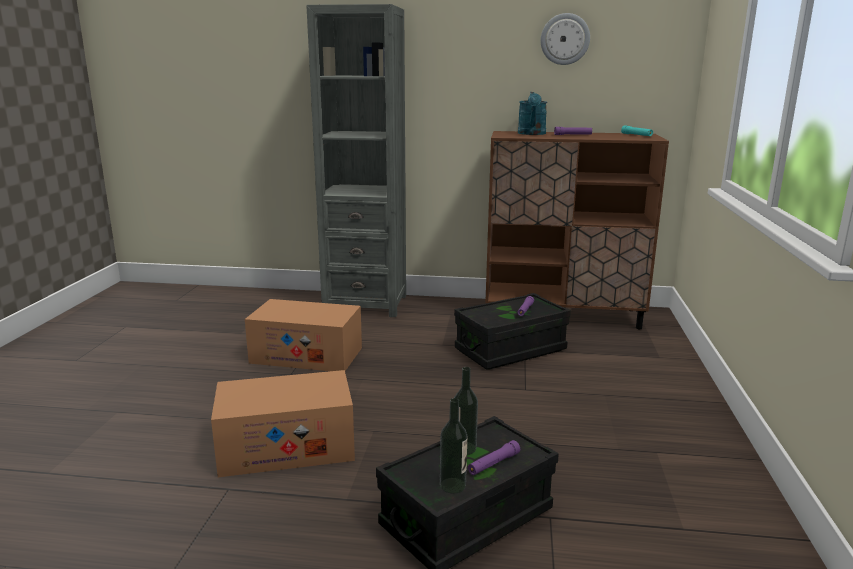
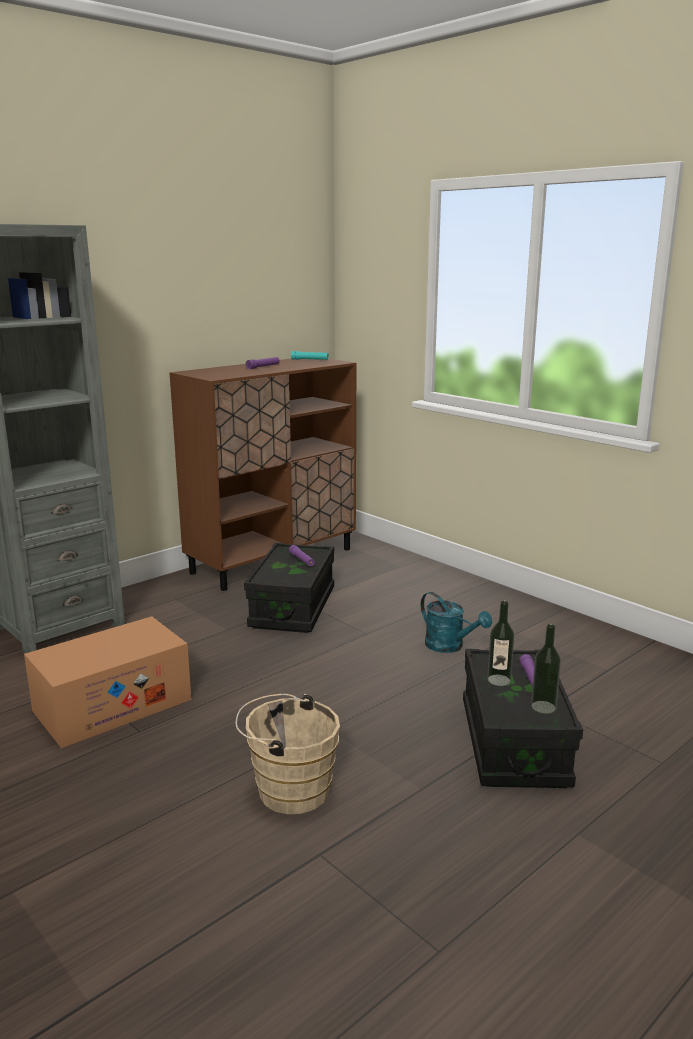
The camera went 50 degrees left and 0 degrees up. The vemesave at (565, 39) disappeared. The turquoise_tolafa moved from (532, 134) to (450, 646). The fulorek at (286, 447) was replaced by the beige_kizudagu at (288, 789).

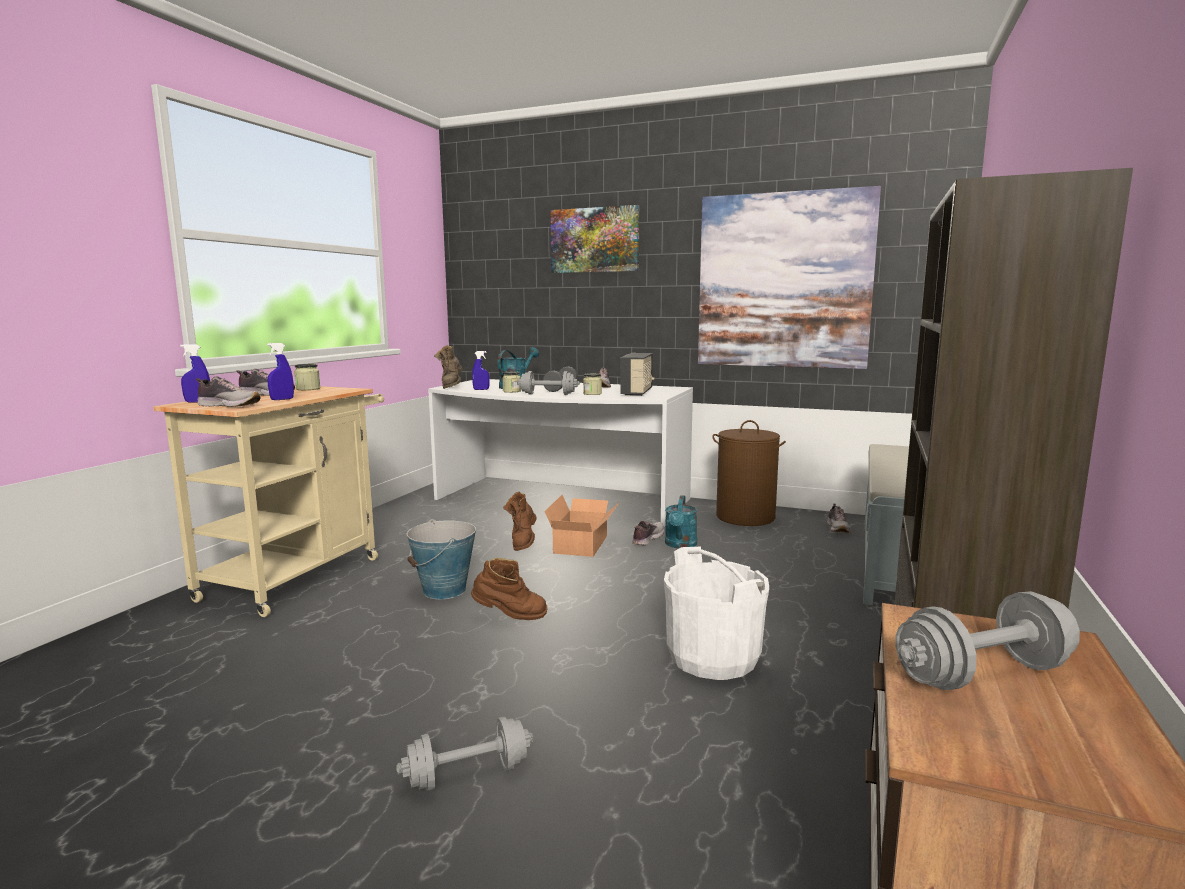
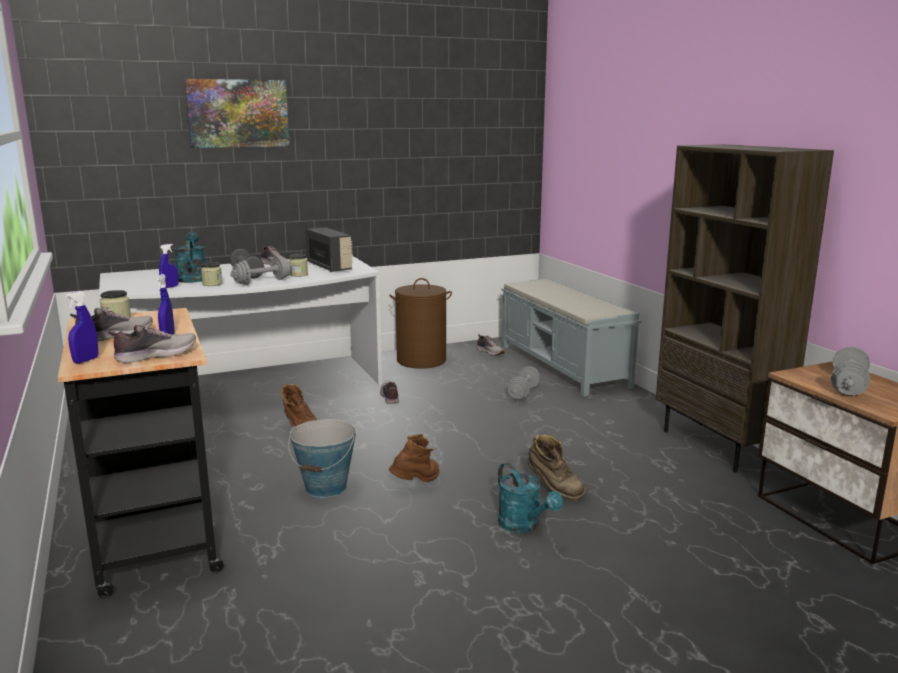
The camera went 45 degrees left and 5 degrees up. The fulorek at (584, 544) disappeared. The white_kizudagu at (713, 657) disappeared. The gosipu at (783, 281) disappeared. The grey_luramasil moved from (468, 774) to (523, 392). The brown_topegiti moved from (451, 386) to (553, 489). The turquoise_tolafa moved from (680, 545) to (524, 526). The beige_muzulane at (299, 574) became the black_muzulane at (154, 531).

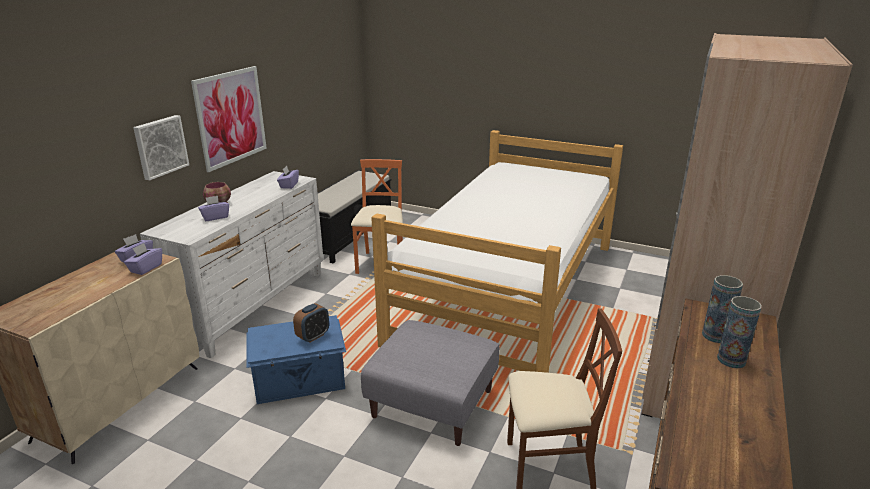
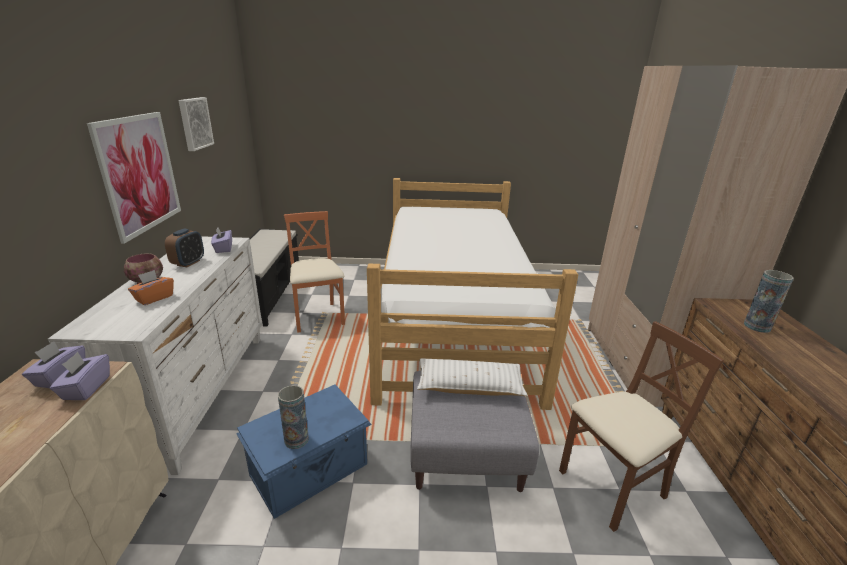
The camera went 25 degrees left and 0 degrees up. The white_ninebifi at (469, 386) appeared. The gosipu moved from (160, 146) to (194, 123). The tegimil moved from (313, 336) to (188, 263). The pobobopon moved from (731, 360) to (296, 440). The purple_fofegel at (215, 217) became the orange_fofegel at (154, 298).

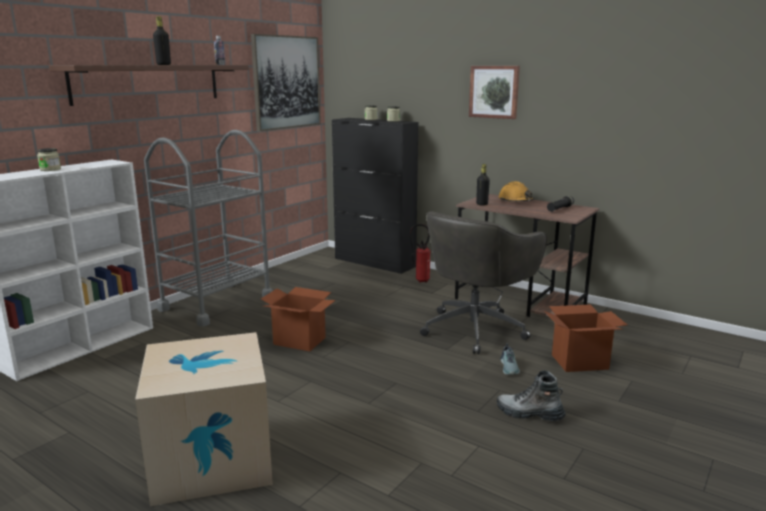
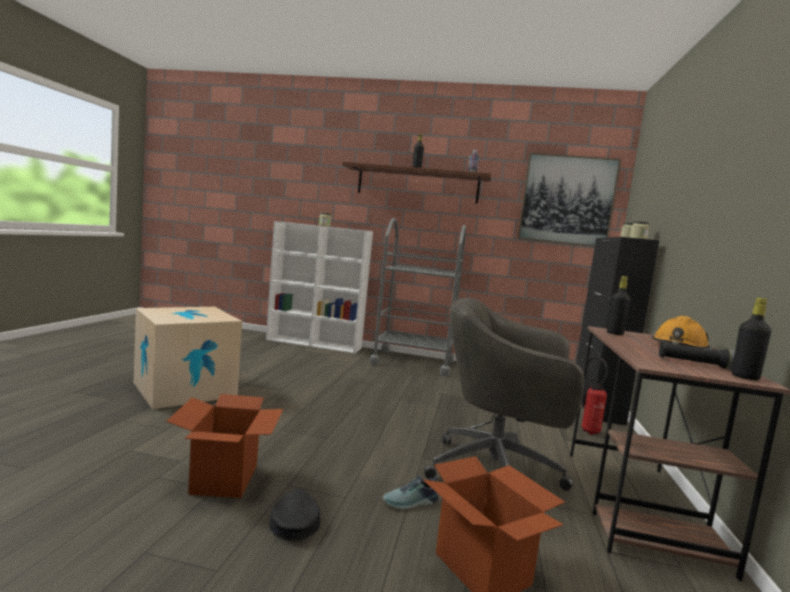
The camera went 65 degrees right and 10 degrees down. The gosipu at (494, 92) disappeared. The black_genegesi at (745, 377) appeared. The fulorek moved from (300, 341) to (224, 479). The topegiti at (529, 414) was replaced by the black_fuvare at (294, 521).

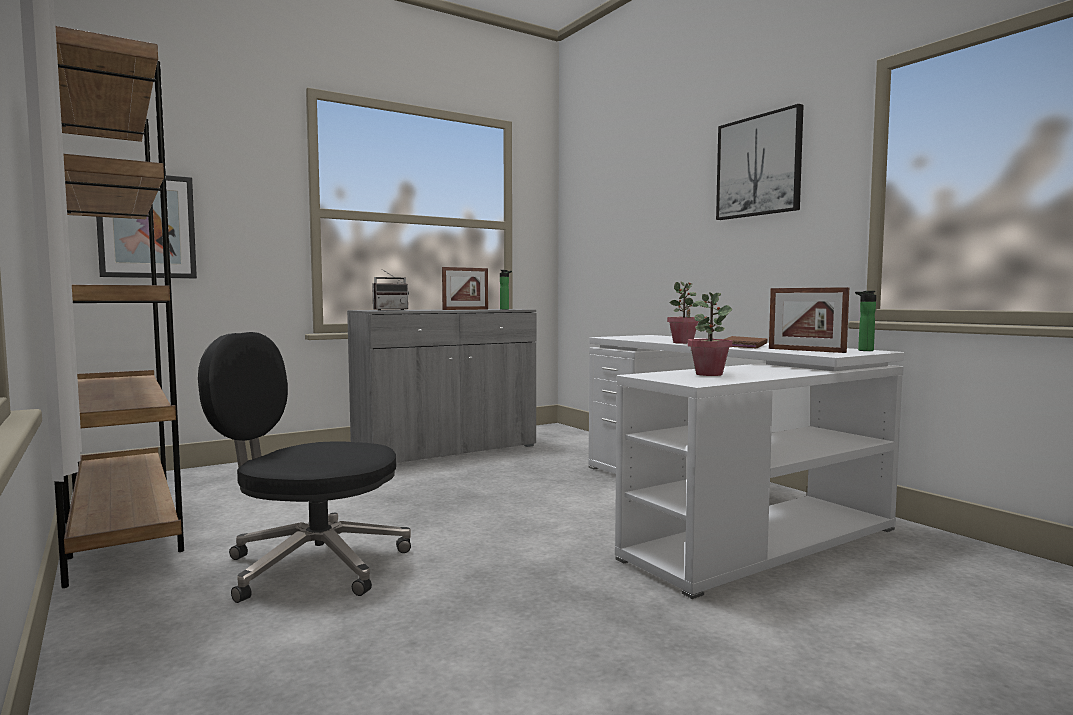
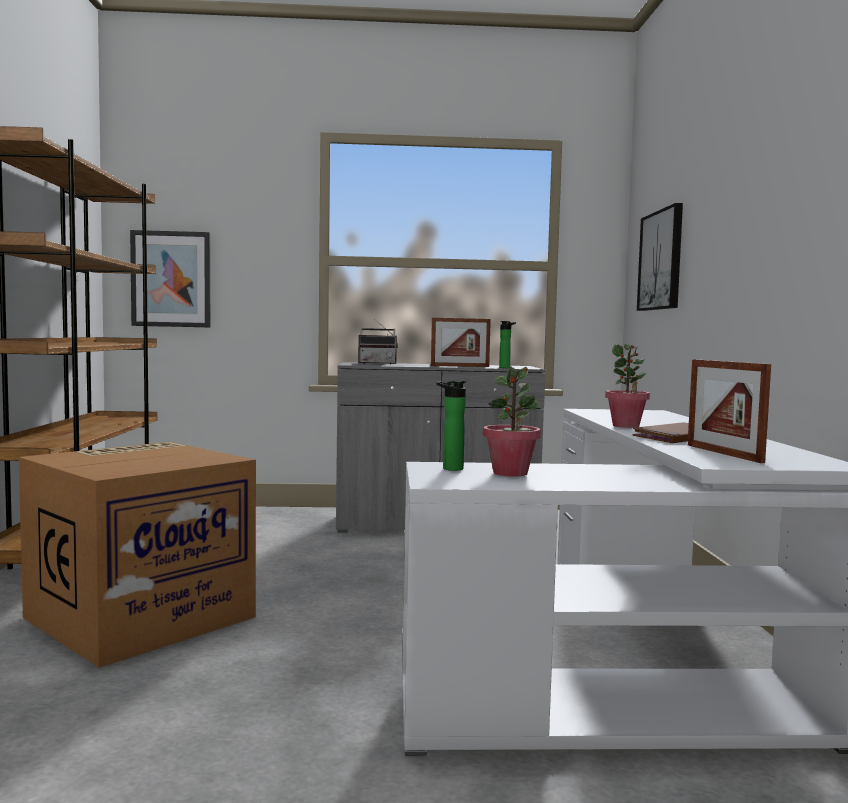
The camera went 30 degrees right and 0 degrees up. The gosipu moved from (759, 166) to (661, 260). The genegesi moved from (863, 350) to (449, 468). The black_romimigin at (312, 565) was replaced by the fulorek at (141, 616).

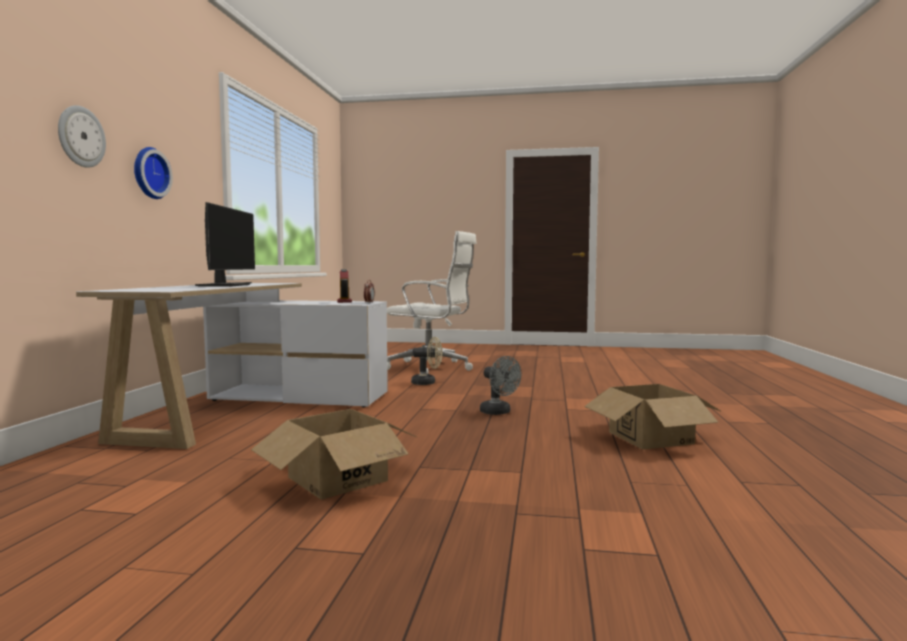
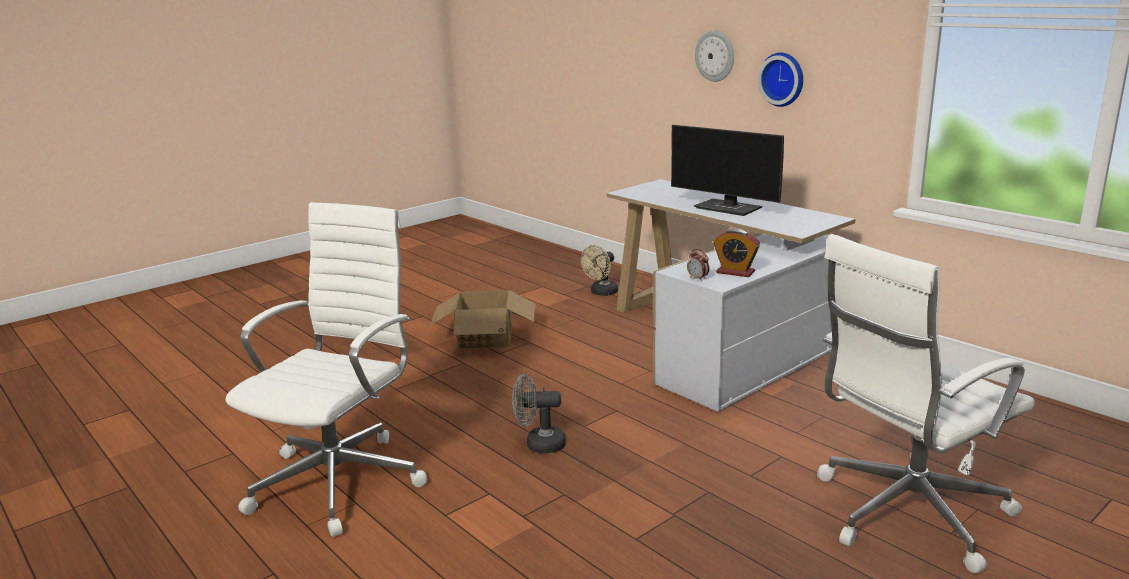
The camera went 130 degrees right and 15 degrees up. The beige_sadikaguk moved from (427, 383) to (601, 293). The fulorek at (650, 437) was replaced by the white_romimigin at (341, 480).

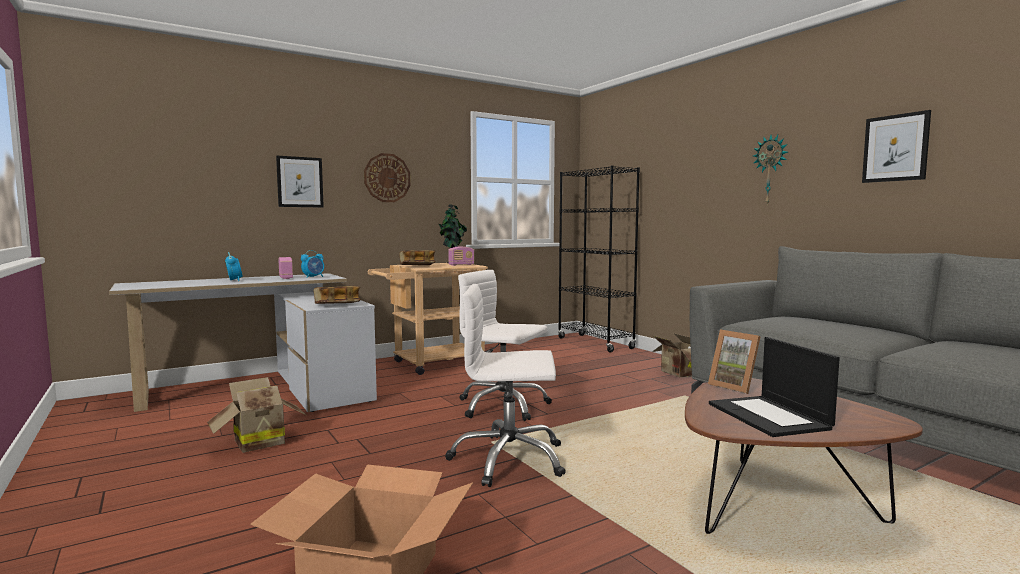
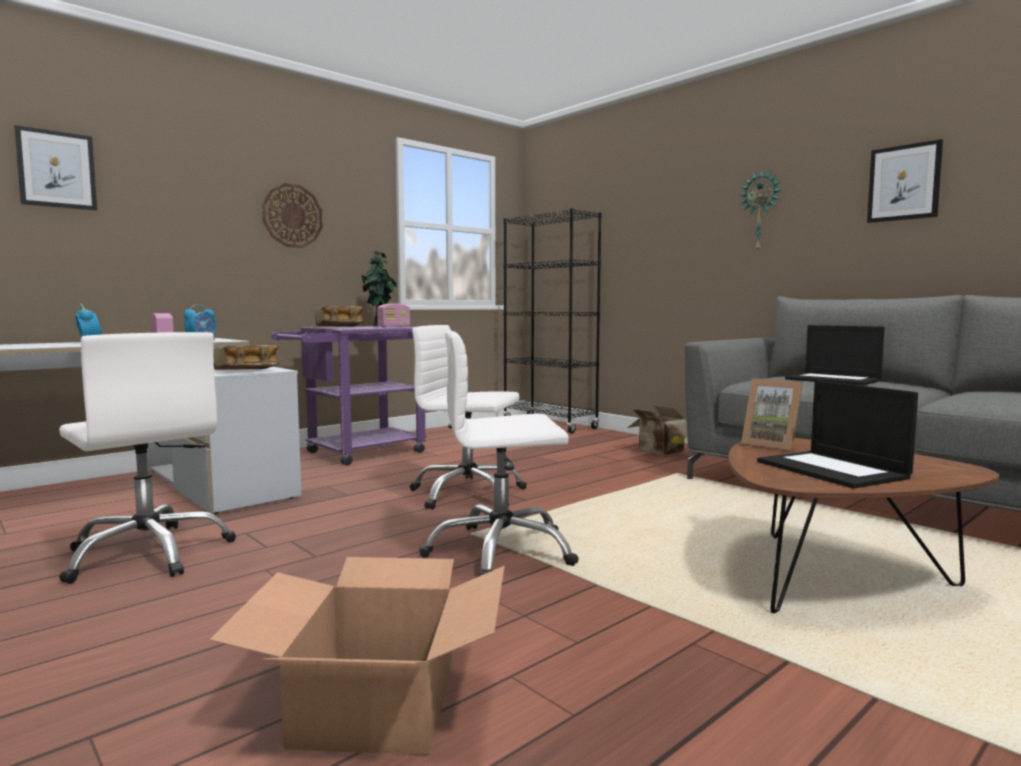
The camera went 10 degrees left and 0 degrees up. The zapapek at (834, 380) appeared. The gosipu moved from (300, 182) to (56, 169). The fulorek at (257, 442) was replaced by the white_romimigin at (149, 553). The beige_muzulane at (431, 364) became the purple_muzulane at (356, 454).

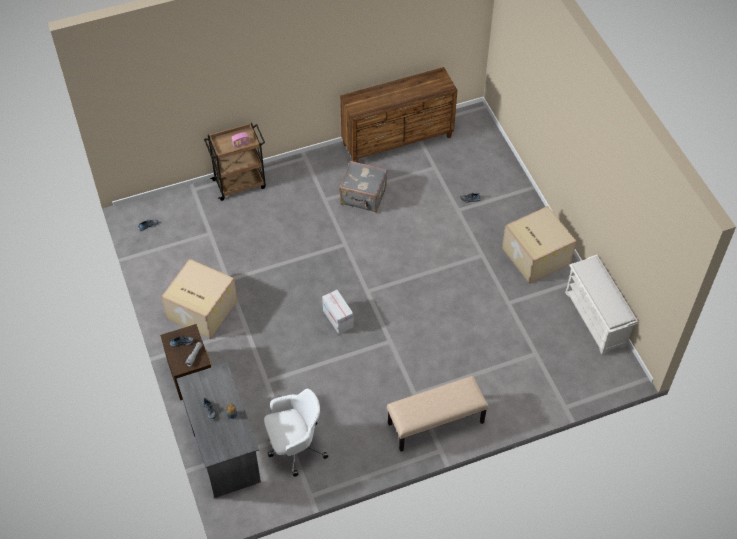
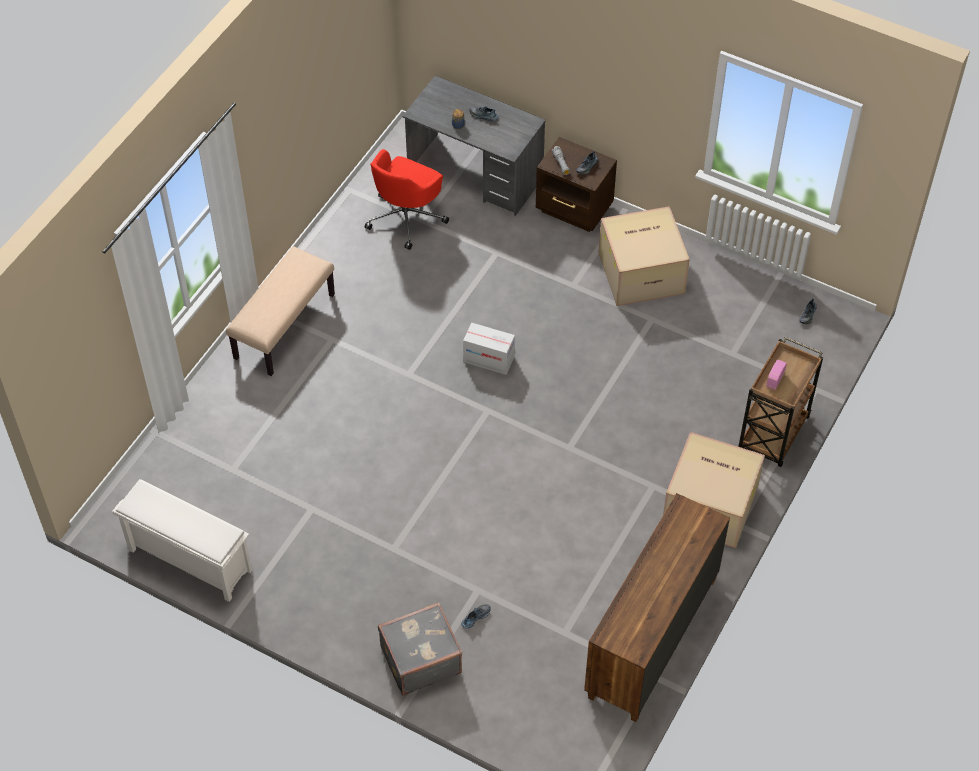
The camera went 140 degrees right and 0 degrees up. The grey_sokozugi moved from (363, 196) to (420, 659). The fulorek moved from (535, 255) to (711, 504). The white_romimigin at (294, 446) became the red_romimigin at (406, 217).

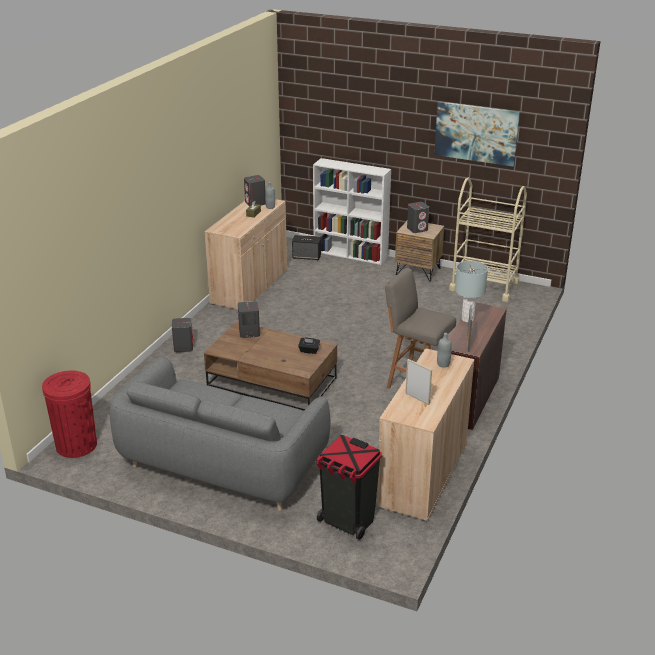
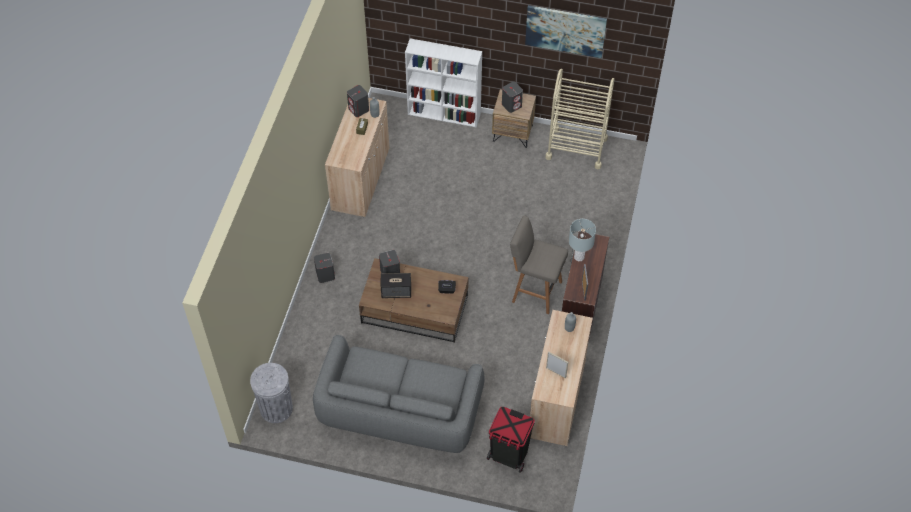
The camera went 10 degrees left and 25 degrees up. The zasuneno moved from (307, 257) to (396, 291). The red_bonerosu at (76, 445) became the grey_bonerosu at (276, 408).

